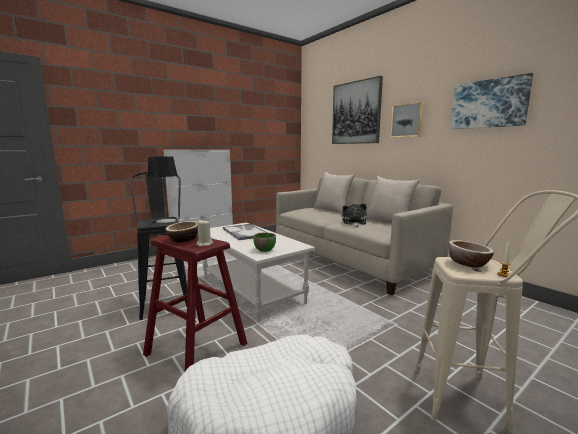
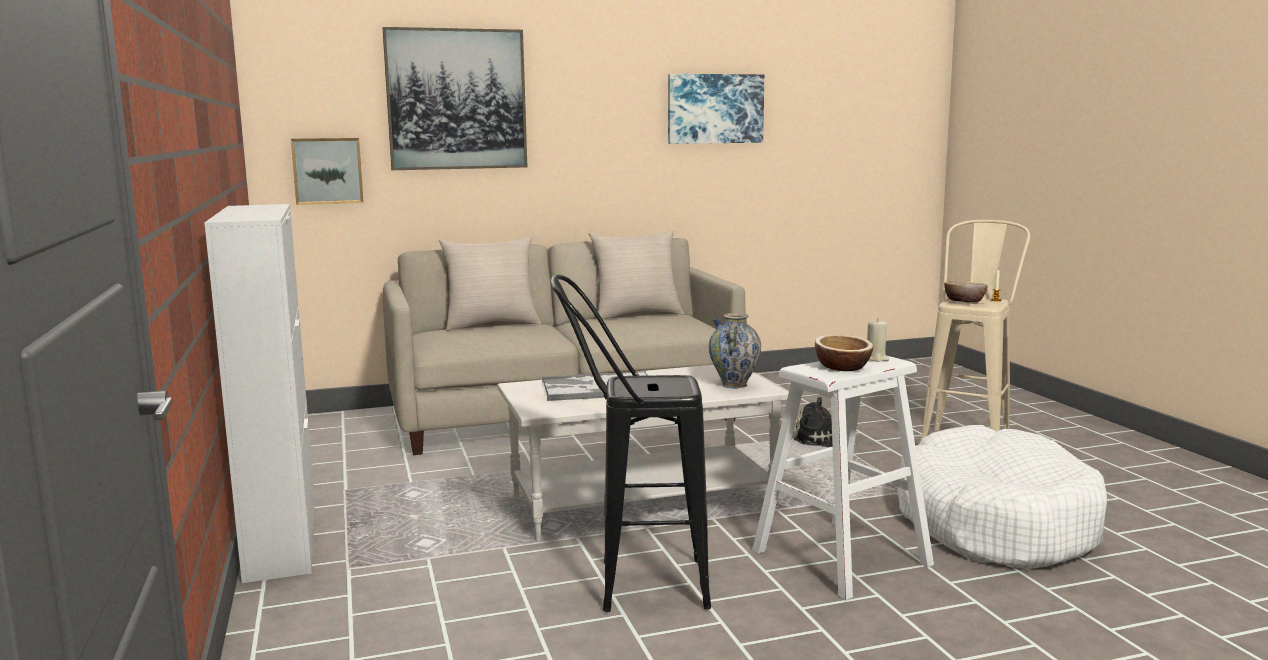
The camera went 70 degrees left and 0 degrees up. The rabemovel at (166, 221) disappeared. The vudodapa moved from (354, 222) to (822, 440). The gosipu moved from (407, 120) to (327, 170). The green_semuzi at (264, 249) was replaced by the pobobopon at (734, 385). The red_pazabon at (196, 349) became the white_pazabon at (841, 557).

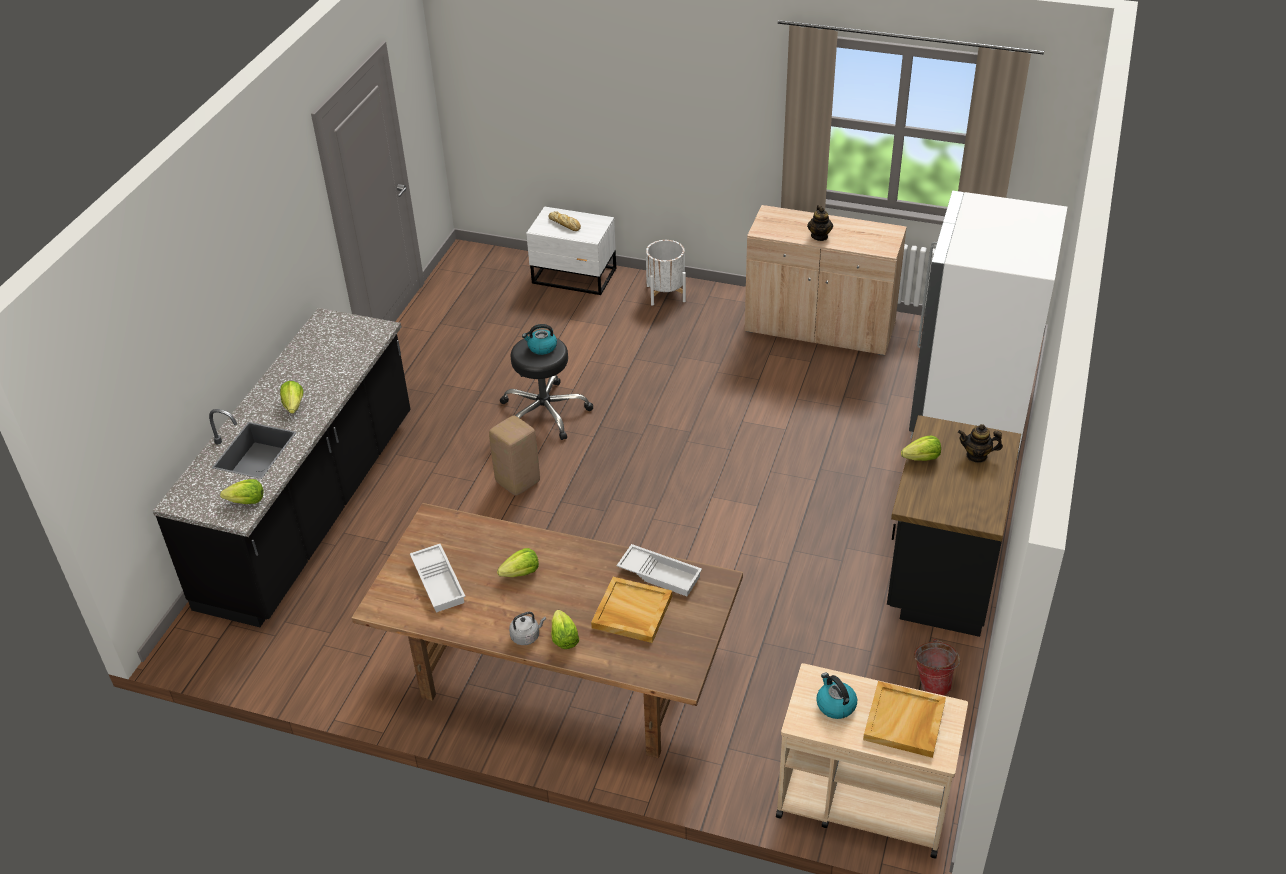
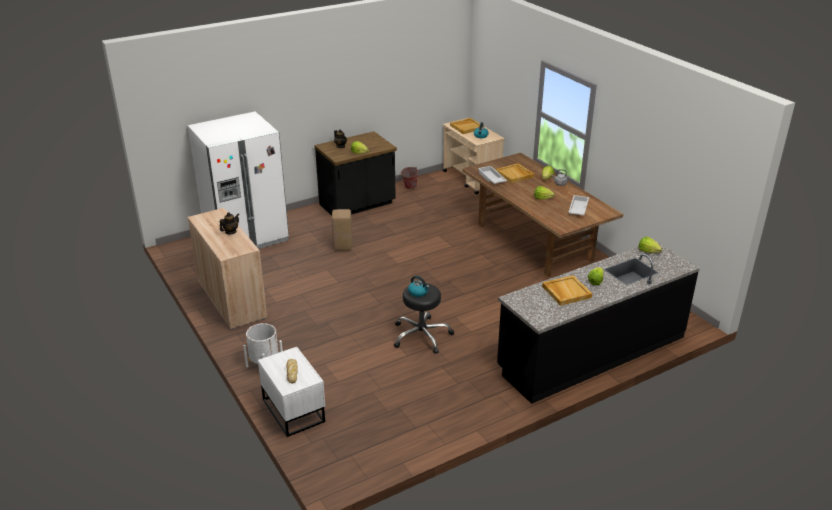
The camera went 140 degrees left and 10 degrees down. The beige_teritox at (566, 292) appeared. The beige_pazabon moved from (518, 482) to (342, 246).

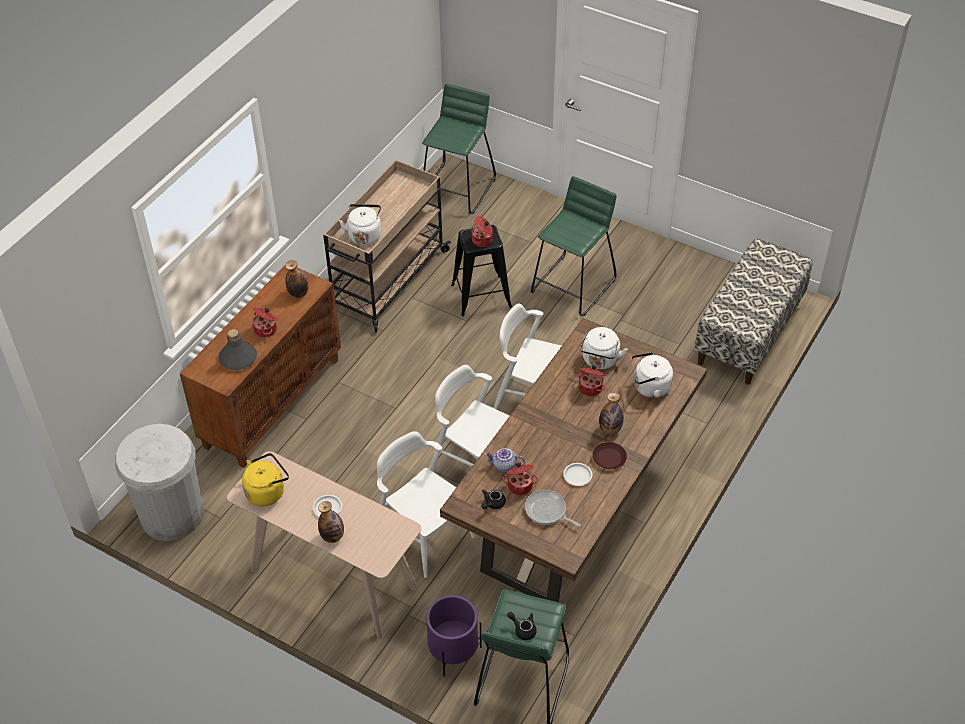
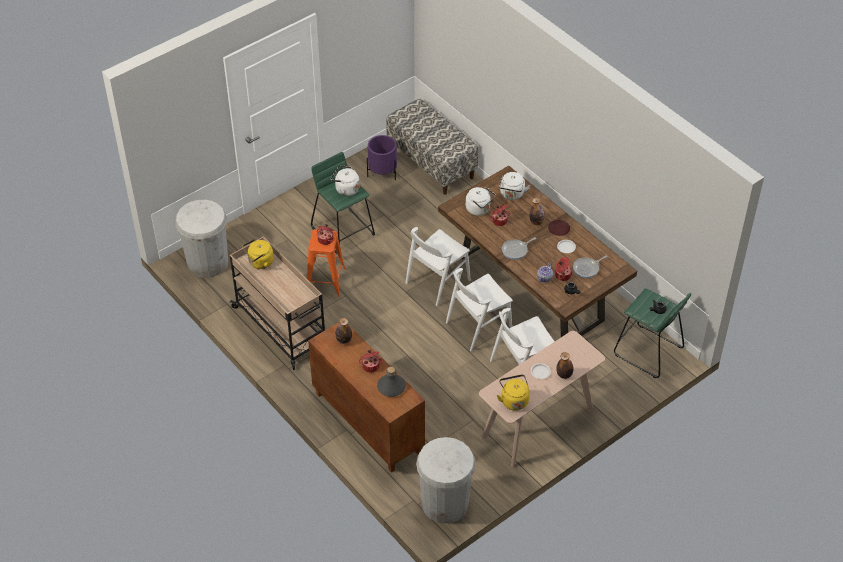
The camera went 70 degrees left and 0 degrees up. The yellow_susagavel at (259, 263) appeared. The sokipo at (516, 250) appeared. The white_susagavel moved from (364, 234) to (345, 189). The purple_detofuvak moved from (453, 652) to (382, 173). The green_pazabon at (458, 189) was replaced by the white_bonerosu at (207, 262). The black_pazabon at (480, 296) became the orange_pazabon at (325, 281).

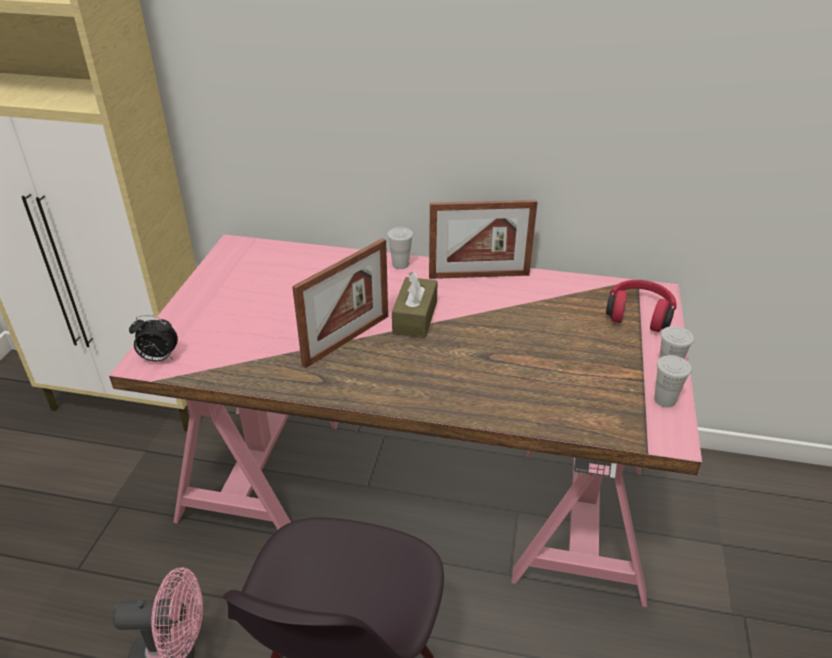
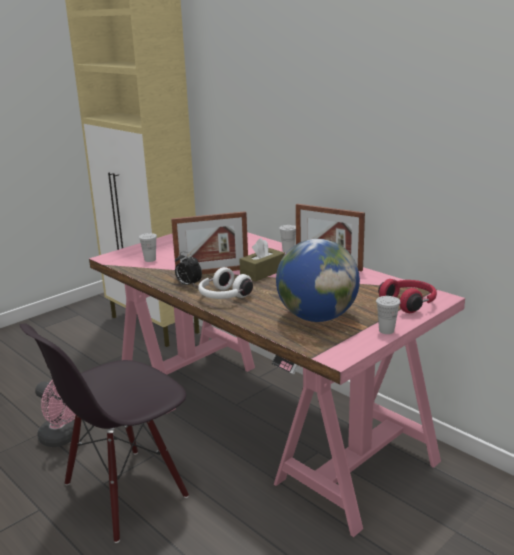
The camera went 35 degrees right and 15 degrees down. The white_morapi at (223, 297) appeared. The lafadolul at (317, 317) appeared. The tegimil moved from (159, 359) to (188, 285). The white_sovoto moved from (664, 400) to (150, 259).

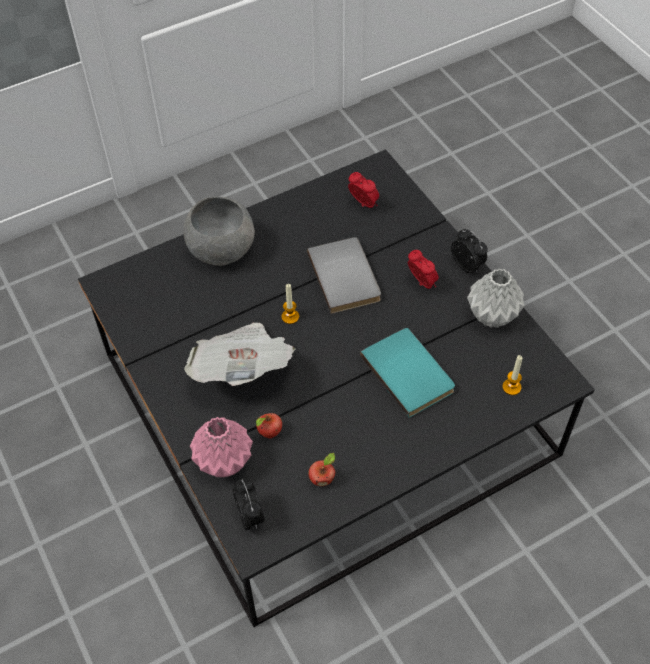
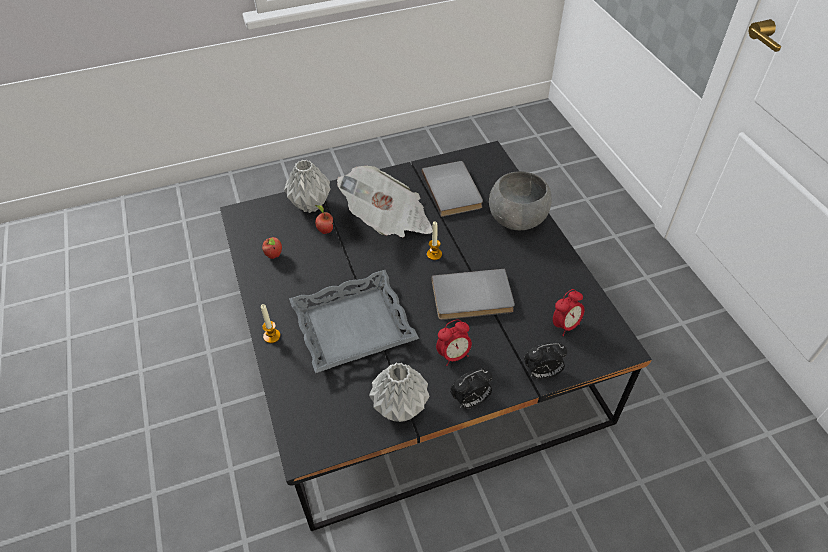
The camera went 100 degrees right and 5 degrees down. The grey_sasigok at (454, 190) appeared. The tegimil moved from (250, 516) to (542, 373). The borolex moved from (511, 387) to (272, 336). The turquoise_sasigok at (410, 372) was replaced by the grey_teritox at (353, 327). The pink_pobobopon at (223, 462) became the grey_pobobopon at (311, 204).

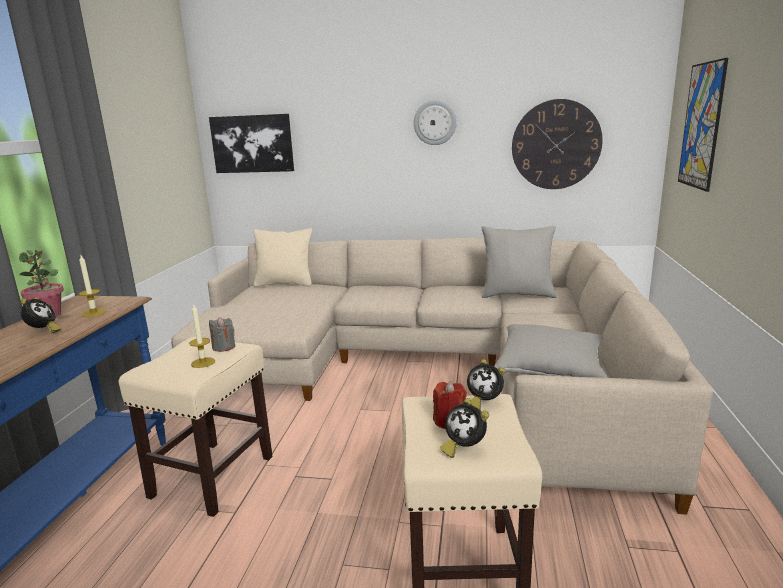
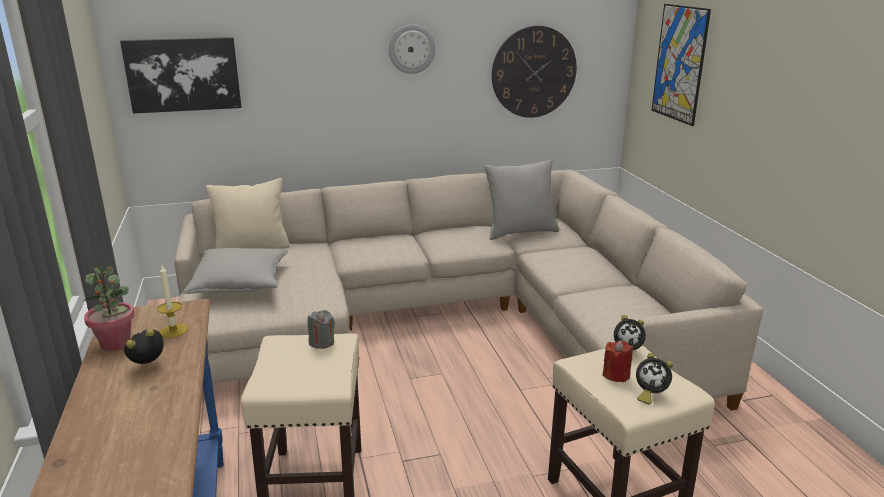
The camera went 25 degrees left and 5 degrees up. The borolex at (203, 362) disappeared. The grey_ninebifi moved from (550, 367) to (240, 283). The tegimil at (43, 332) turned 105 degrees counterclockwise.

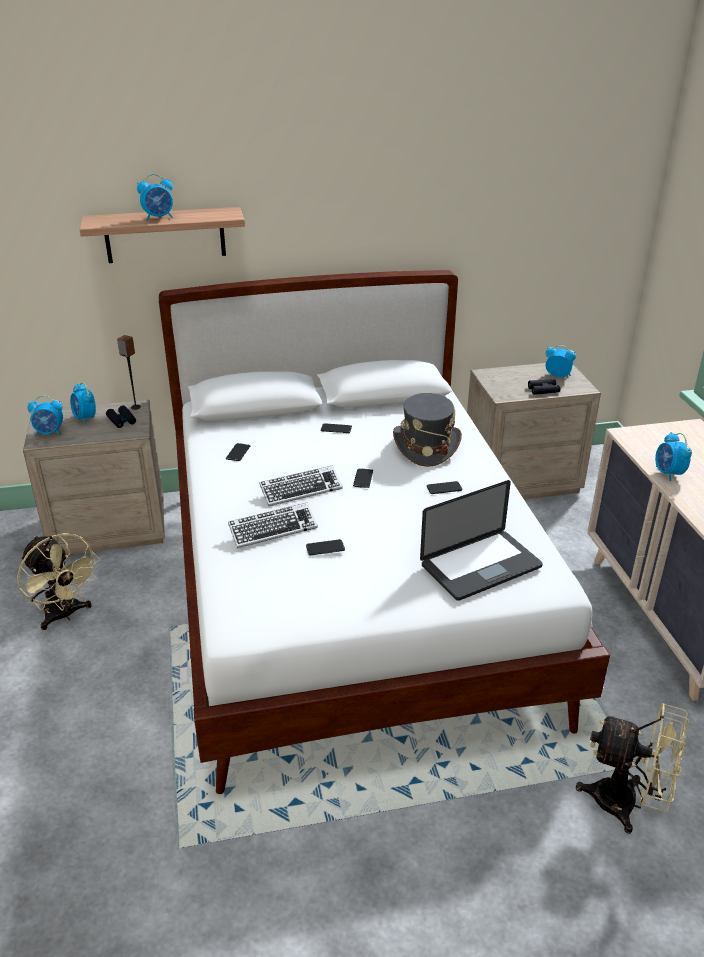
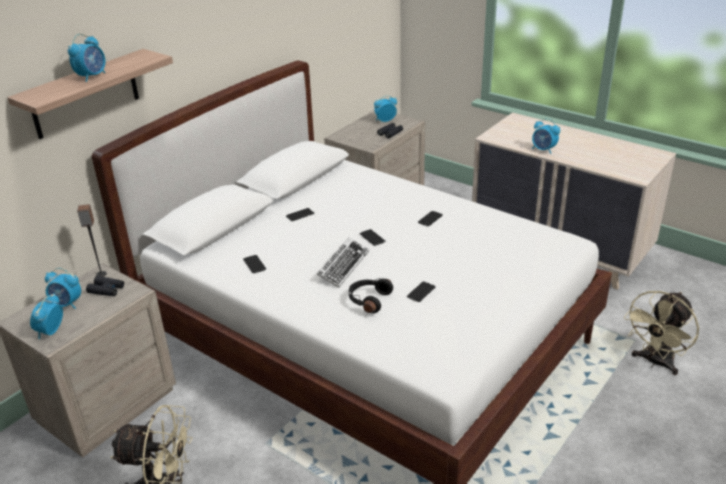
The camera went 40 degrees left and 0 degrees up. The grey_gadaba at (426, 446) disappeared. The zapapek at (481, 566) disappeared. The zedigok at (273, 529) was replaced by the black_morapi at (368, 300). The tegimil at (49, 433) turned 150 degrees clockwise. The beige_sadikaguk at (627, 804) turned 150 degrees clockwise.

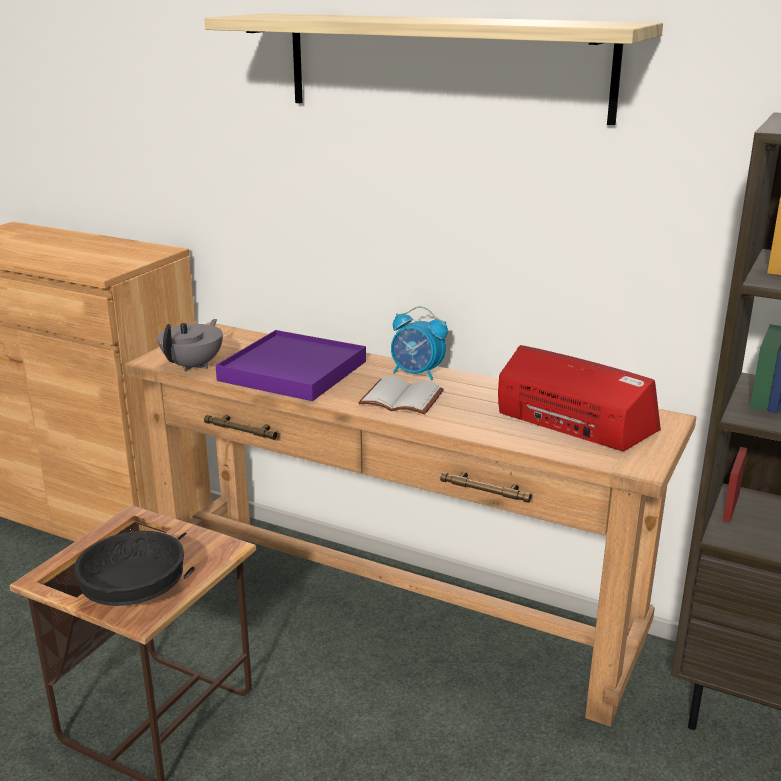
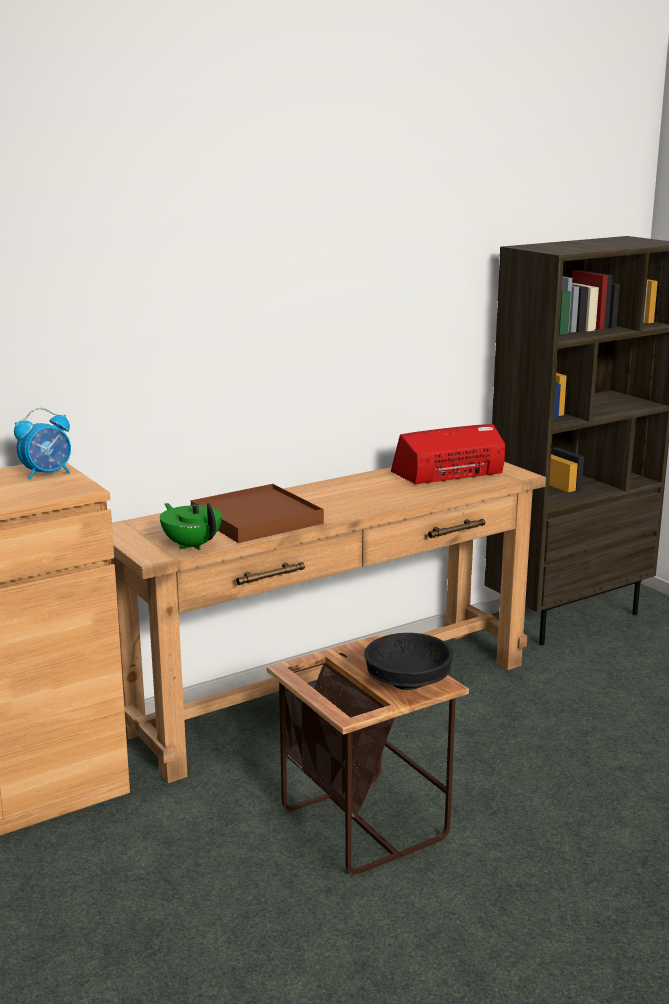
The camera went 60 degrees left and 5 degrees down. The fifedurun at (445, 66) disappeared. The white_sasigok at (403, 398) disappeared. The tegimil moved from (417, 374) to (47, 474). The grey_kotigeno at (194, 365) became the green_kotigeno at (192, 545). The purple_teritox at (293, 371) became the brown_teritox at (256, 518).

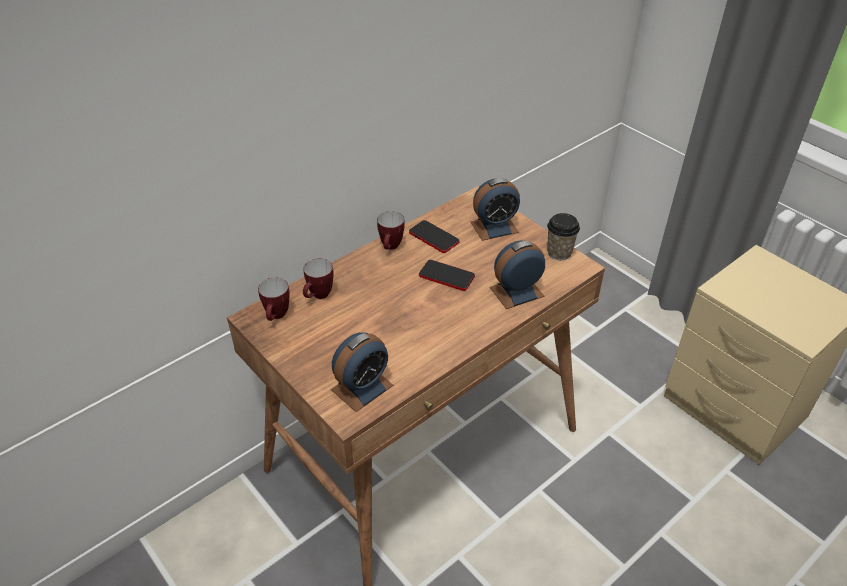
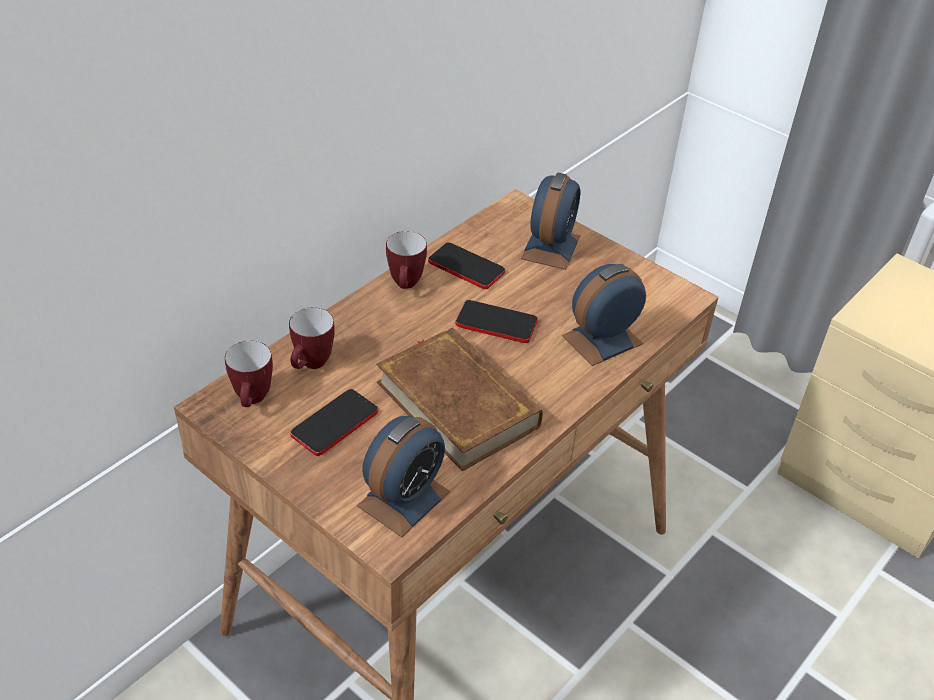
The camera went 10 degrees left and 0 degrees up. The sovoto at (559, 252) disappeared. The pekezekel at (335, 423) appeared. The brown_sasigok at (457, 403) appeared. The tegimil at (494, 227) turned 45 degrees counterclockwise.

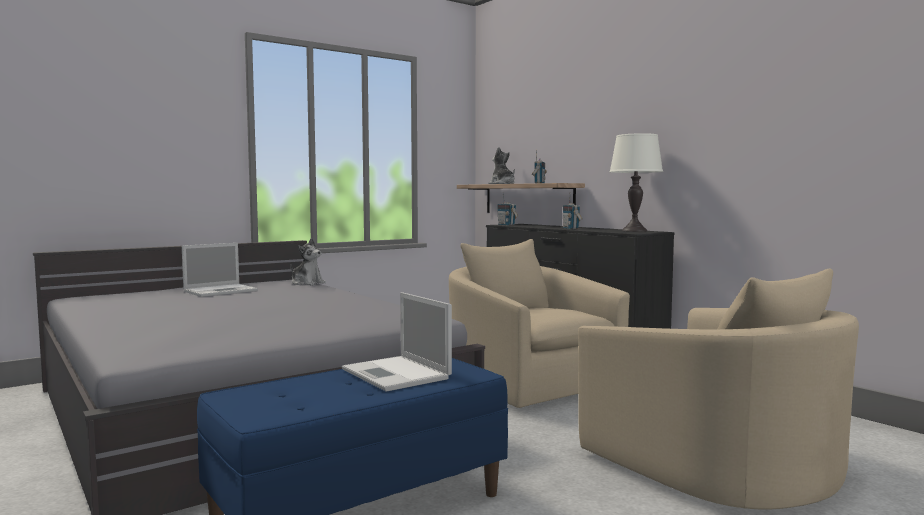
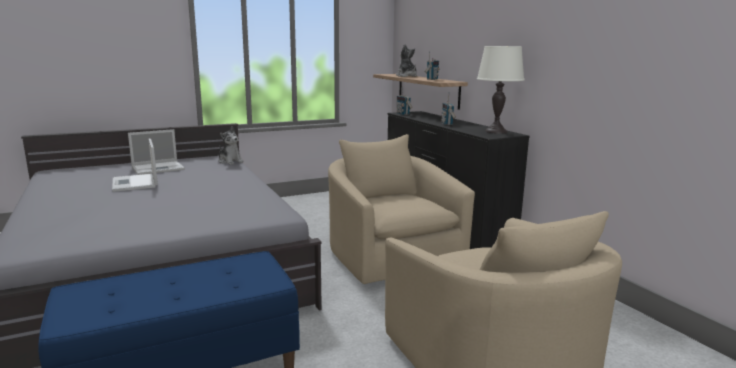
The camera went 10 degrees right and 10 degrees up. The zapapek moved from (397, 374) to (135, 183).

